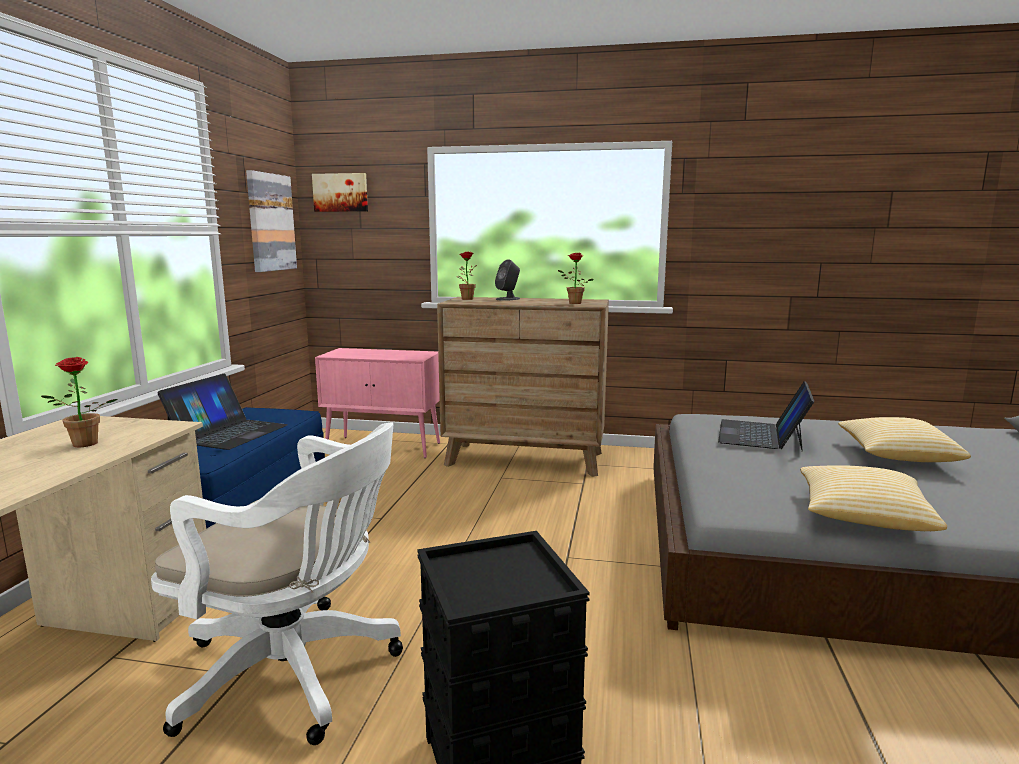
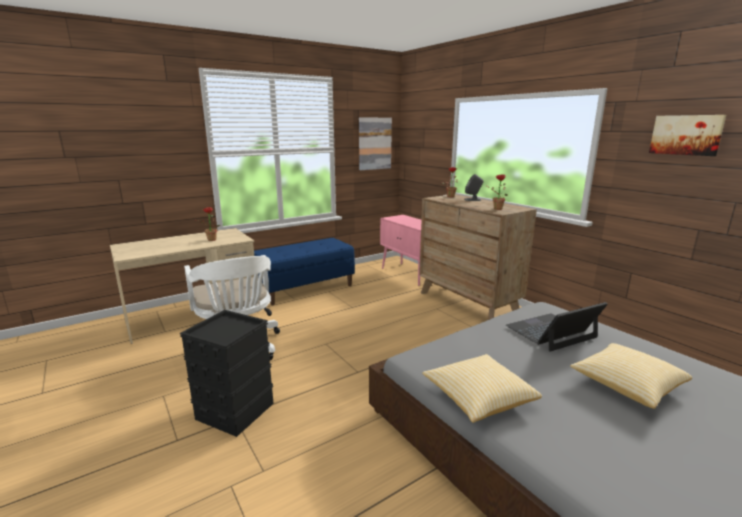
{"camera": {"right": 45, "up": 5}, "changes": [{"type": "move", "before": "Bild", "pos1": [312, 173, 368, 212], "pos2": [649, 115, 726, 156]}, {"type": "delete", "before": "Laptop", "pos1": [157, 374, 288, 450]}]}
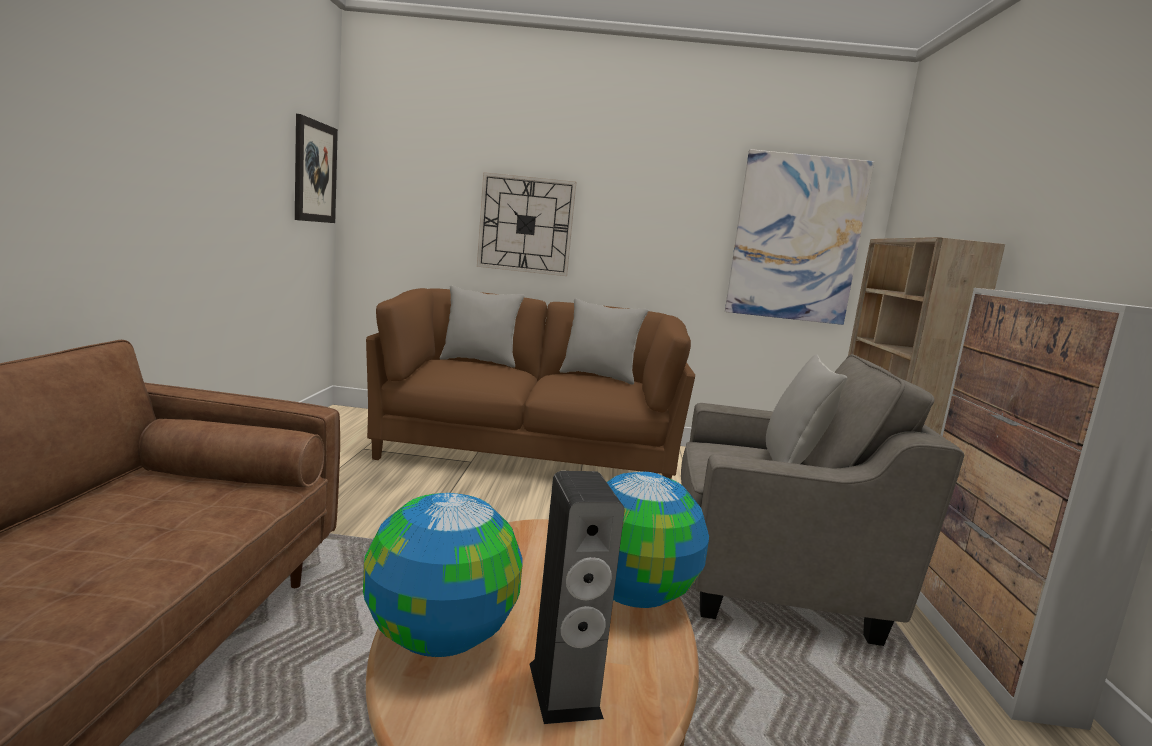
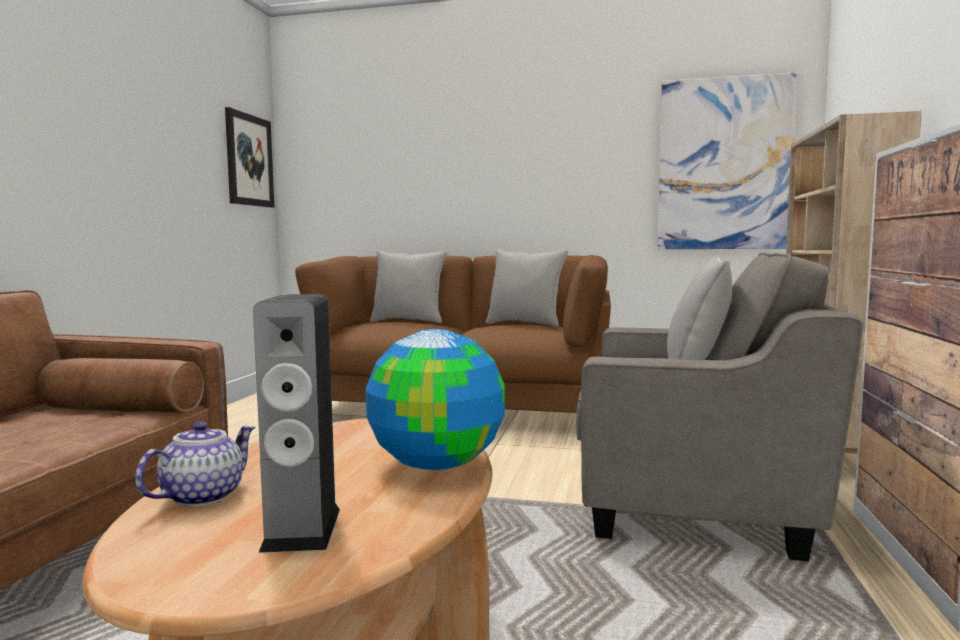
{"camera": {"right": 10, "up": -5}, "changes": [{"type": "delete", "before": "Wanduhr", "pos1": [477, 172, 576, 276]}, {"type": "replace", "before": "Globus", "after": "Teekanne", "pos1": [363, 493, 523, 657], "pos2": [135, 421, 256, 507]}]}
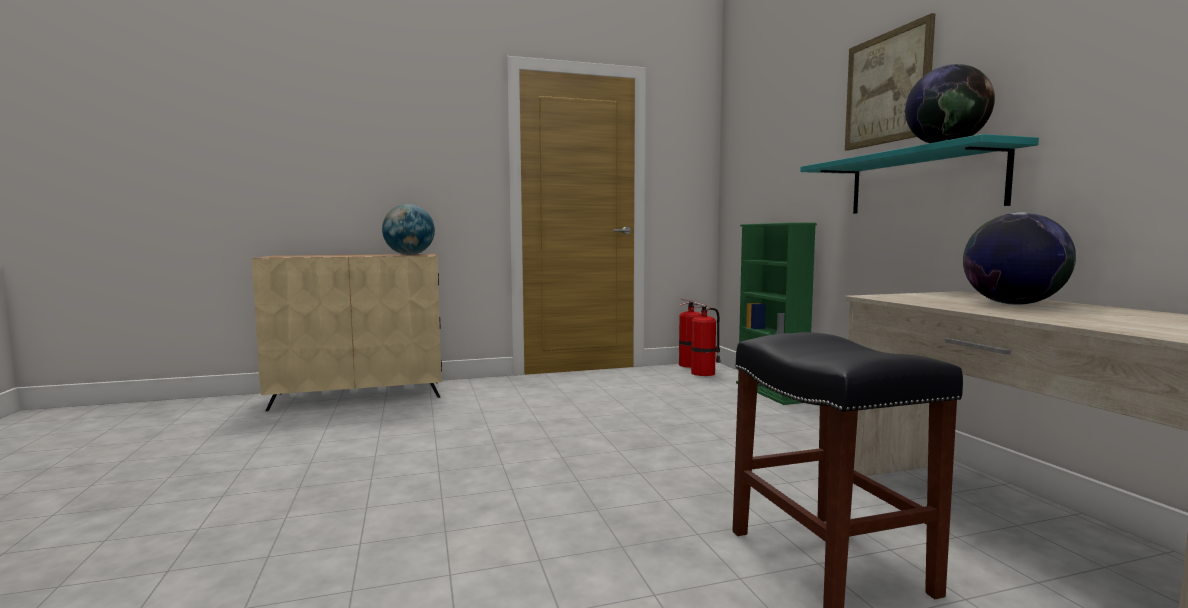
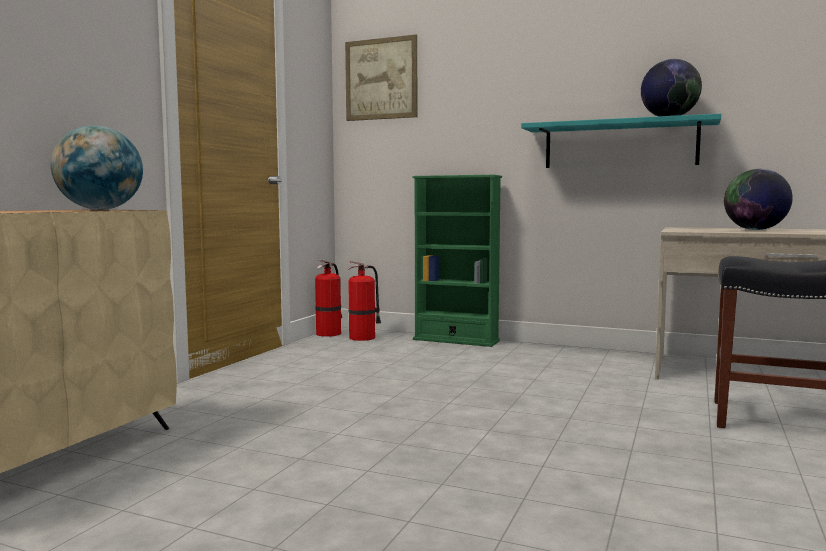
{"camera": {"right": -50, "up": 0}, "changes": [{"type": "move", "before": "Bild", "pos1": [845, 13, 935, 151], "pos2": [345, 35, 417, 121]}]}
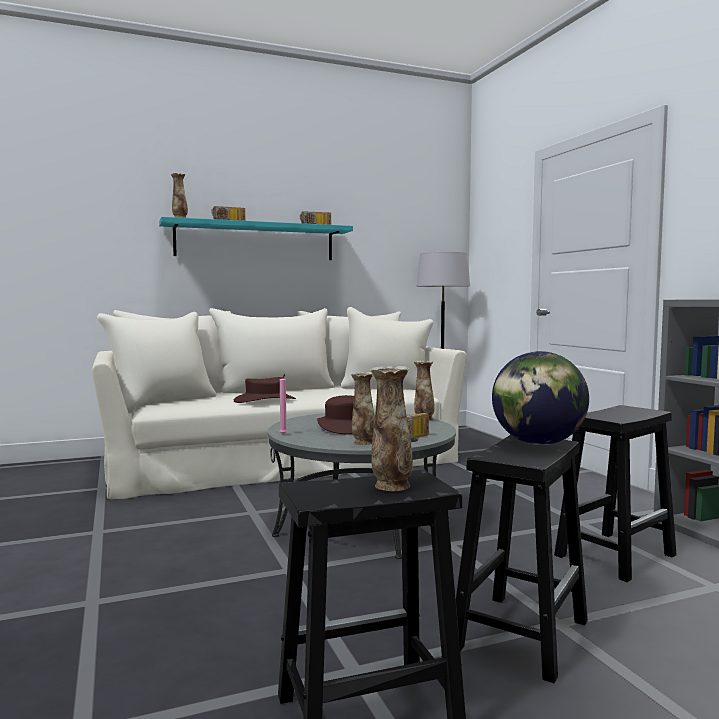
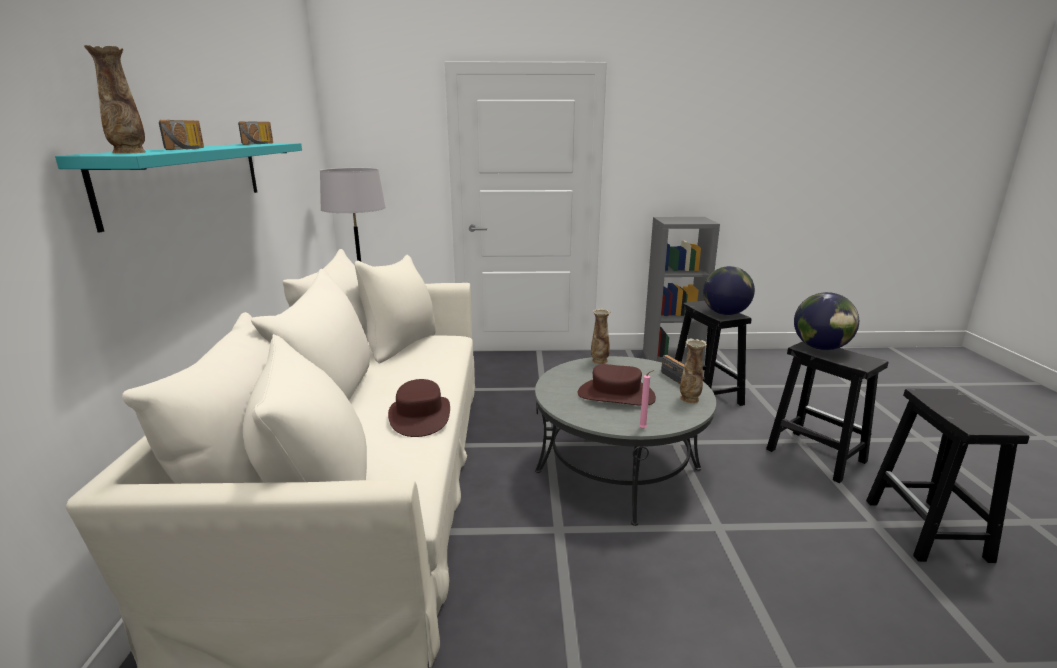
{"camera": {"right": -70, "up": 15}, "changes": [{"type": "delete", "before": "Vase", "pos1": [370, 366, 413, 491]}, {"type": "insert", "after": "Globus", "pos2": [703, 266, 755, 315]}]}
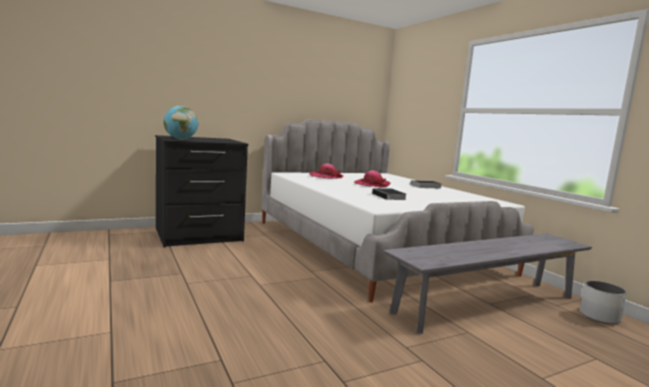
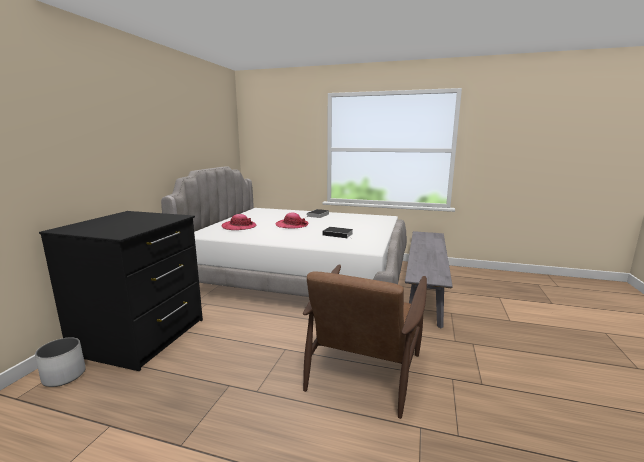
{"camera": {"right": -45, "up": 5}, "changes": [{"type": "delete", "before": "Globus", "pos1": [163, 106, 199, 140]}, {"type": "move", "before": "Pflanzkübel [weiß]", "pos1": [580, 281, 627, 325], "pos2": [35, 337, 86, 387]}, {"type": "insert", "after": "Sessel [braun]", "pos2": [303, 264, 427, 419]}]}
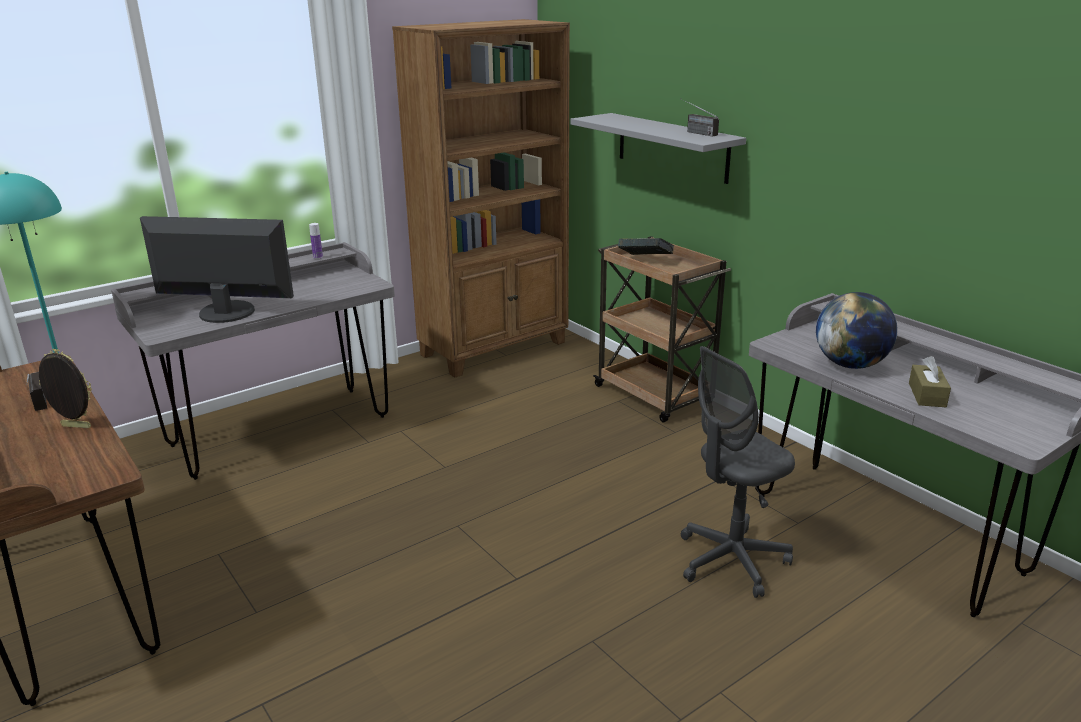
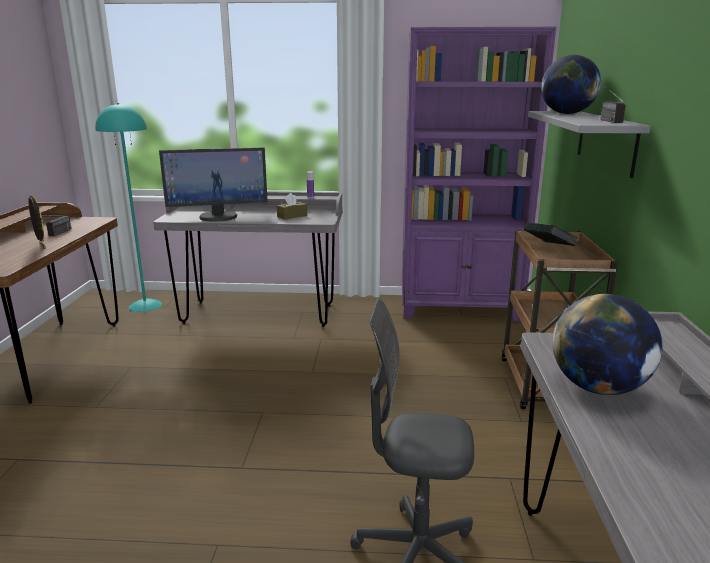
{"camera": {"right": 40, "up": -5}, "changes": [{"type": "recolor", "before": "Bücherregal [braun]", "after": "Bücherregal [lila]", "pos1": [392, 19, 570, 378], "pos2": [402, 27, 556, 321]}, {"type": "rotate", "before": "Monitor", "pos1": [140, 216, 294, 323], "pos2": [159, 147, 268, 222], "turn": 120}, {"type": "move", "before": "Taschentuchbox [braun]", "pos1": [909, 356, 951, 407], "pos2": [277, 193, 307, 220]}, {"type": "insert", "after": "Globus", "pos2": [541, 55, 601, 114]}]}
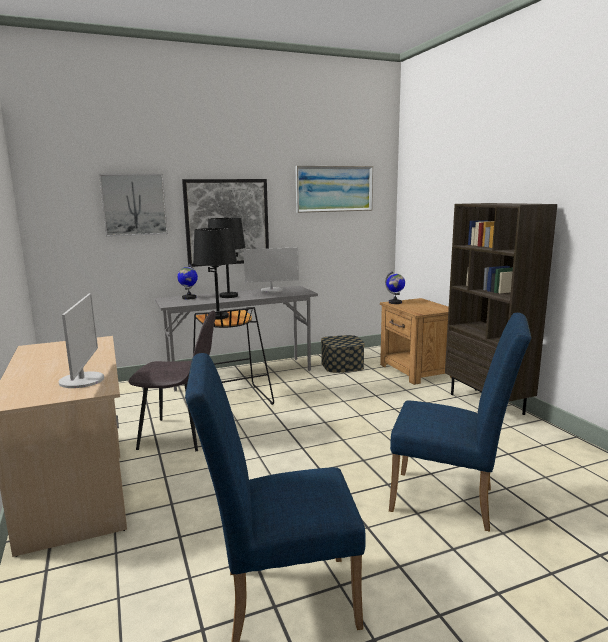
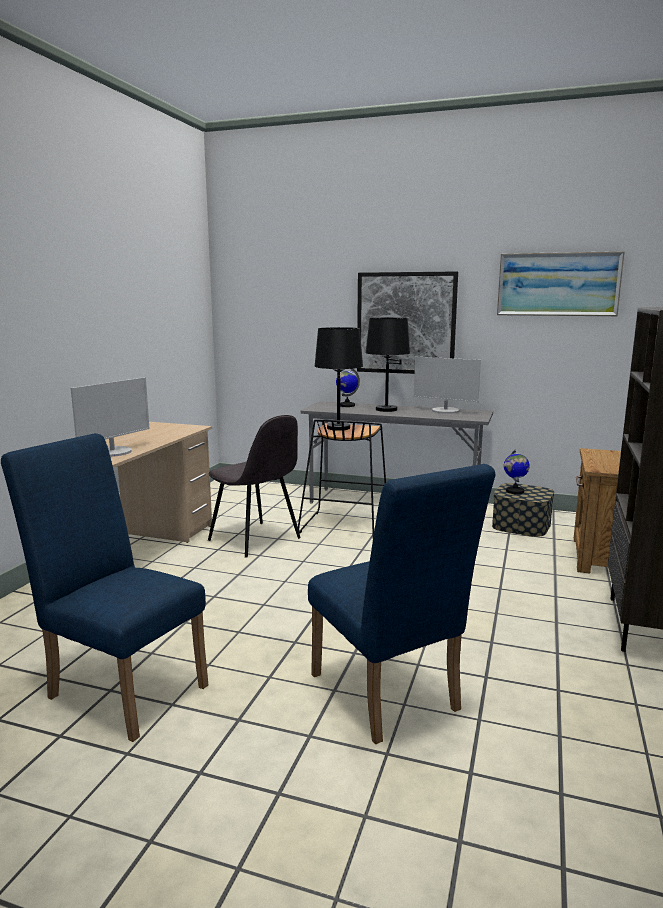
{"camera": {"right": 40, "up": 0}, "changes": [{"type": "delete", "before": "Bild", "pos1": [99, 174, 168, 237]}, {"type": "move", "before": "Globus", "pos1": [385, 271, 405, 304], "pos2": [504, 449, 530, 494]}]}
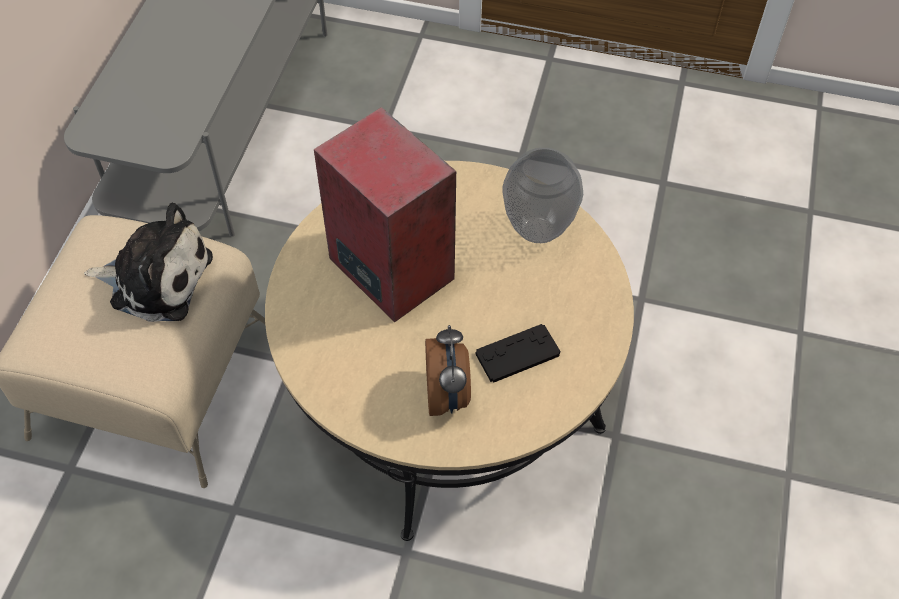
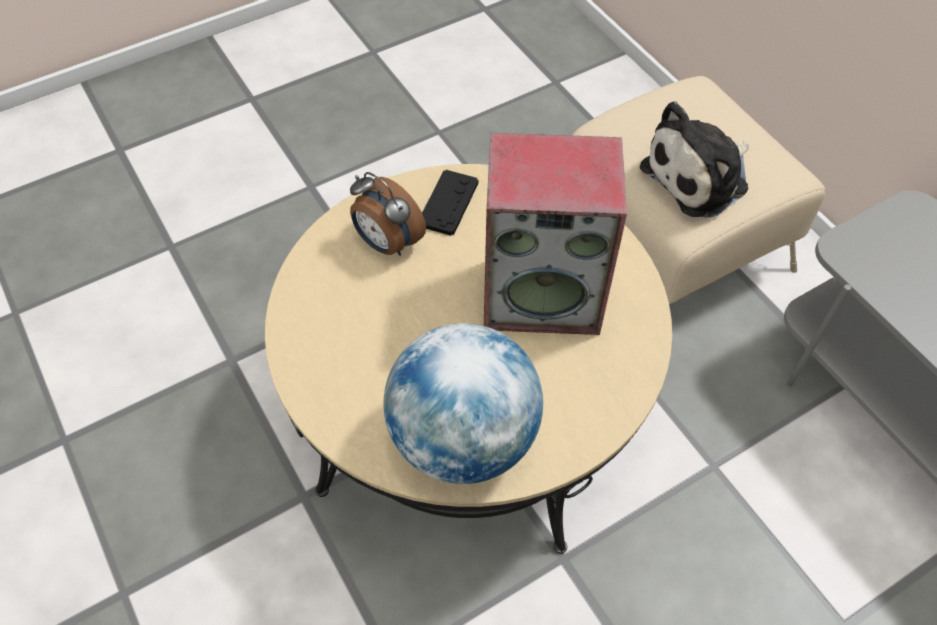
{"camera": {"right": 135, "up": 0}, "changes": [{"type": "replace", "before": "Vase", "after": "Globus", "pos1": [503, 148, 583, 243], "pos2": [384, 323, 543, 484]}, {"type": "move", "before": "Gamepad [schwarz]", "pos1": [475, 324, 560, 383], "pos2": [422, 170, 478, 236]}]}
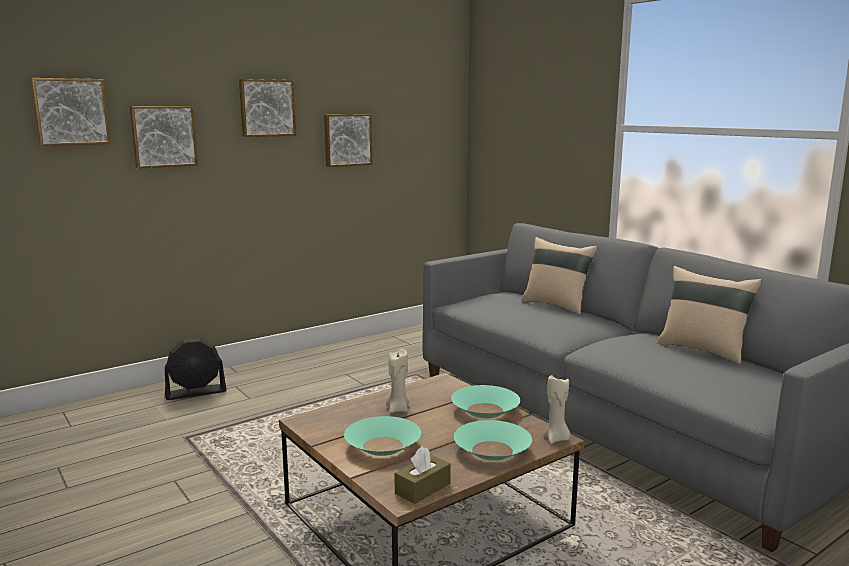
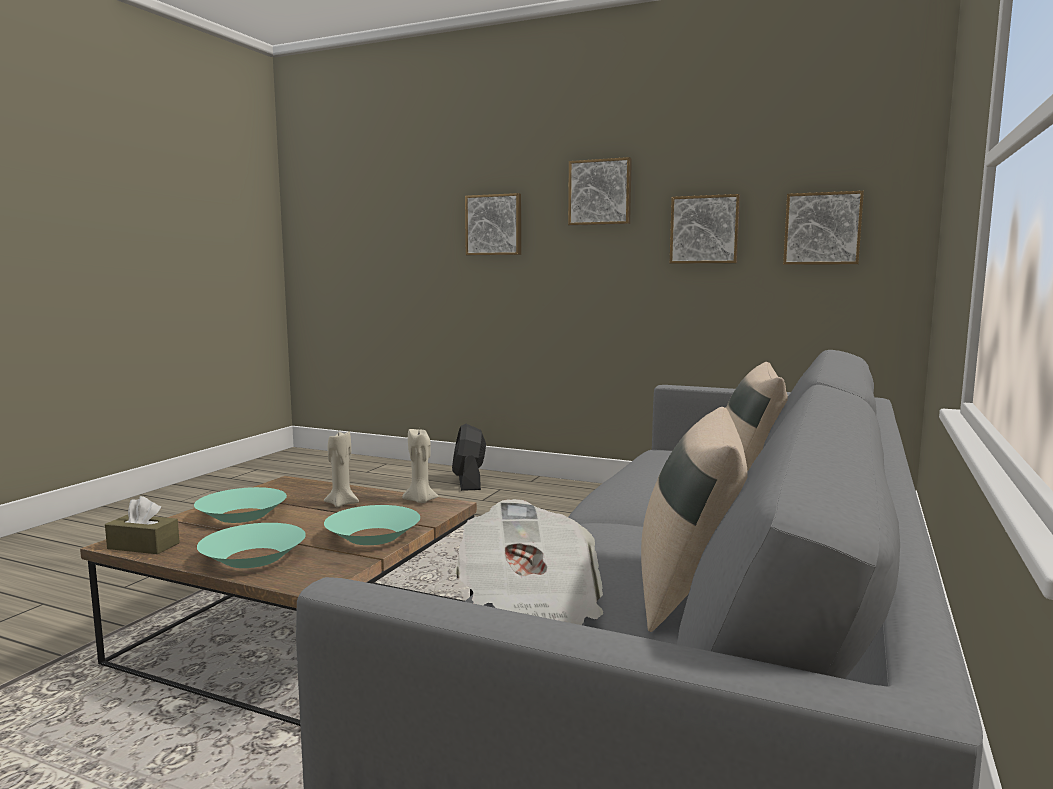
{"camera": {"right": 60, "up": -5}, "changes": [{"type": "move", "before": "Bild", "pos1": [31, 78, 111, 146], "pos2": [783, 191, 864, 265]}, {"type": "rotate", "before": "Ventilator [schwarz]", "pos1": [165, 338, 227, 400], "pos2": [452, 424, 486, 491], "turn": 45}, {"type": "move", "before": "Kerze [beige]", "pos1": [544, 375, 570, 444], "pos2": [402, 429, 439, 503]}, {"type": "insert", "after": "Zeitung", "pos2": [455, 499, 603, 625]}]}
